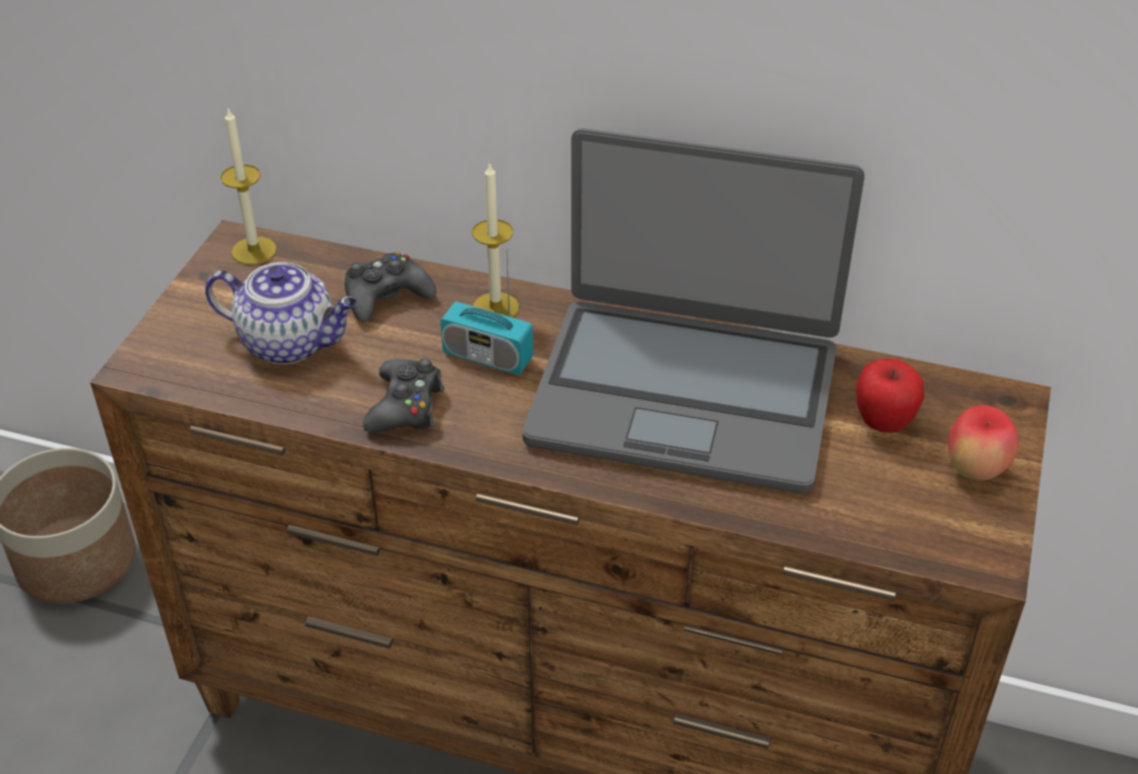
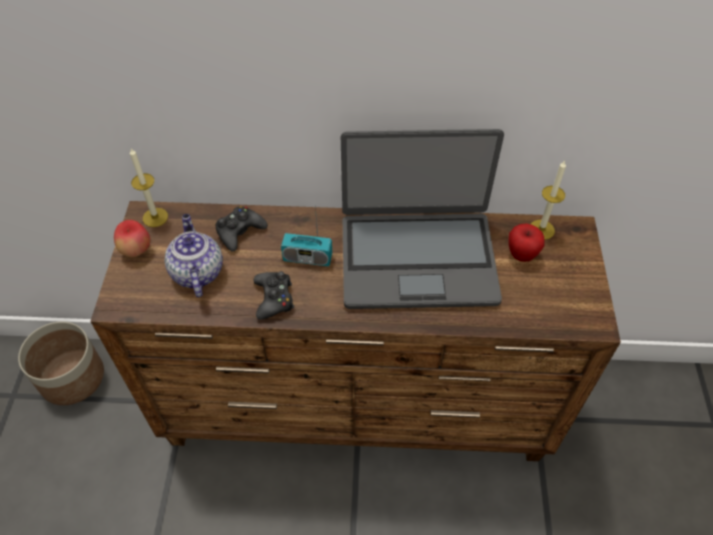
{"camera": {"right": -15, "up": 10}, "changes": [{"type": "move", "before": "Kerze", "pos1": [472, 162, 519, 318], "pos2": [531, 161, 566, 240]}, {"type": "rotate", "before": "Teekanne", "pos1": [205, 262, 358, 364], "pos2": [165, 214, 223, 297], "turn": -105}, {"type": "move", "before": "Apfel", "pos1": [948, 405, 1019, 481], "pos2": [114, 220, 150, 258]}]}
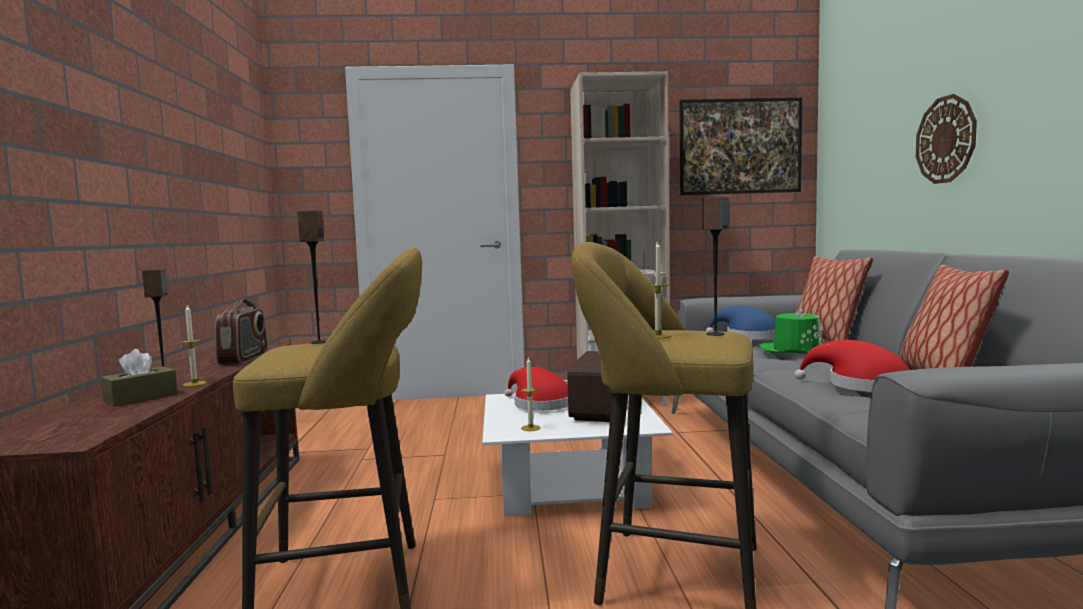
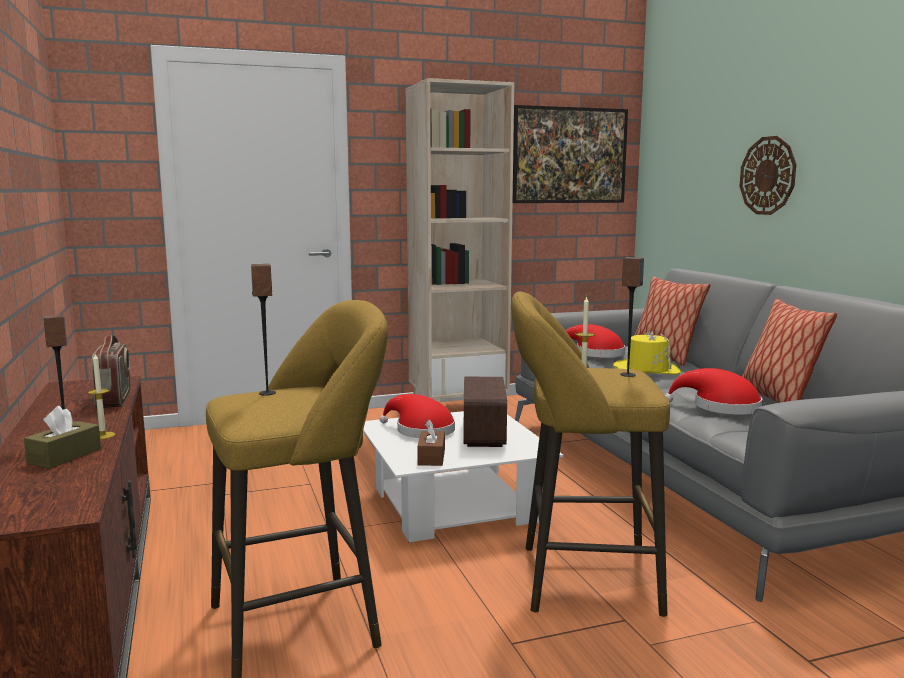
{"camera": {"right": -15, "up": 5}, "changes": [{"type": "recolor", "before": "Hut [blau]", "after": "Hut [rot]", "pos1": [706, 306, 775, 339], "pos2": [565, 324, 625, 358]}, {"type": "recolor", "before": "Hut [grün]", "after": "Hut [gelb]", "pos1": [758, 308, 824, 353], "pos2": [613, 330, 681, 375]}, {"type": "replace", "before": "Kerze", "after": "Taschentuchbox [braun]", "pos1": [521, 356, 541, 431], "pos2": [417, 420, 445, 466]}]}
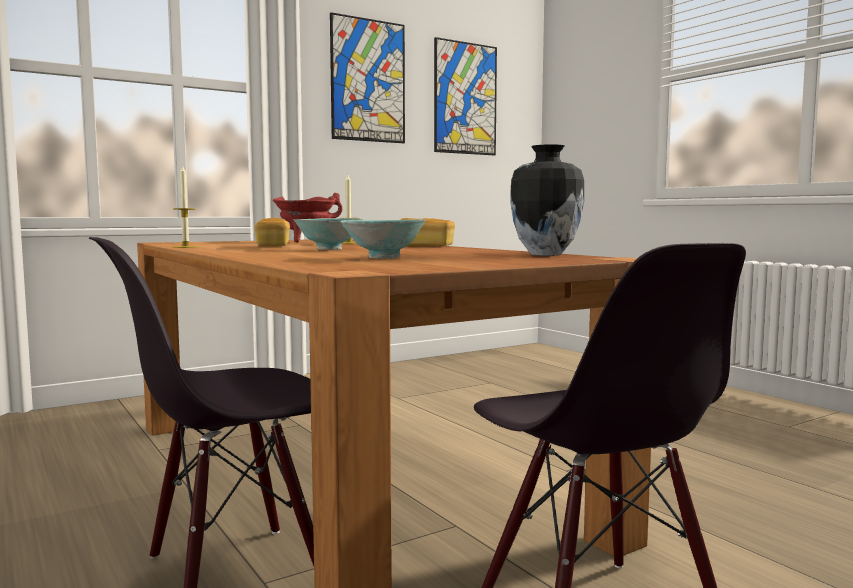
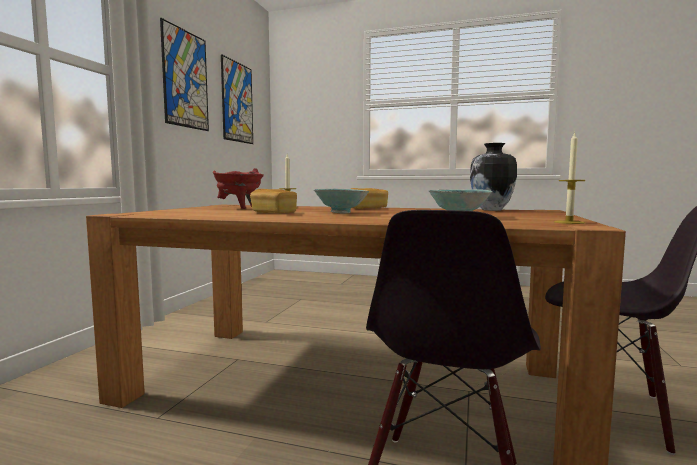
{"camera": {"right": -40, "up": 0}, "changes": [{"type": "move", "before": "Kerze", "pos1": [173, 166, 199, 248], "pos2": [554, 133, 585, 224]}]}
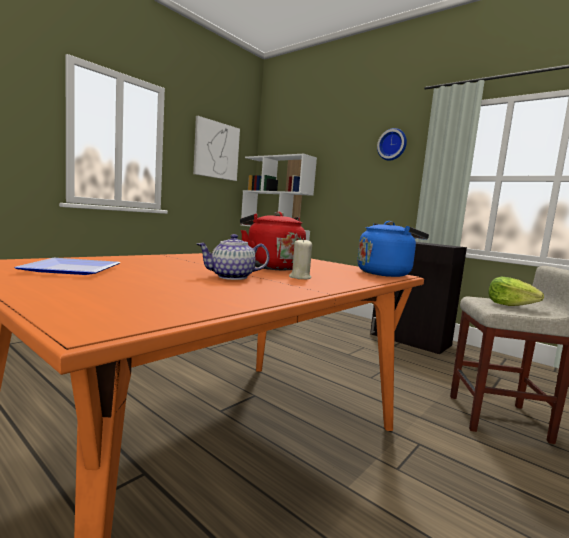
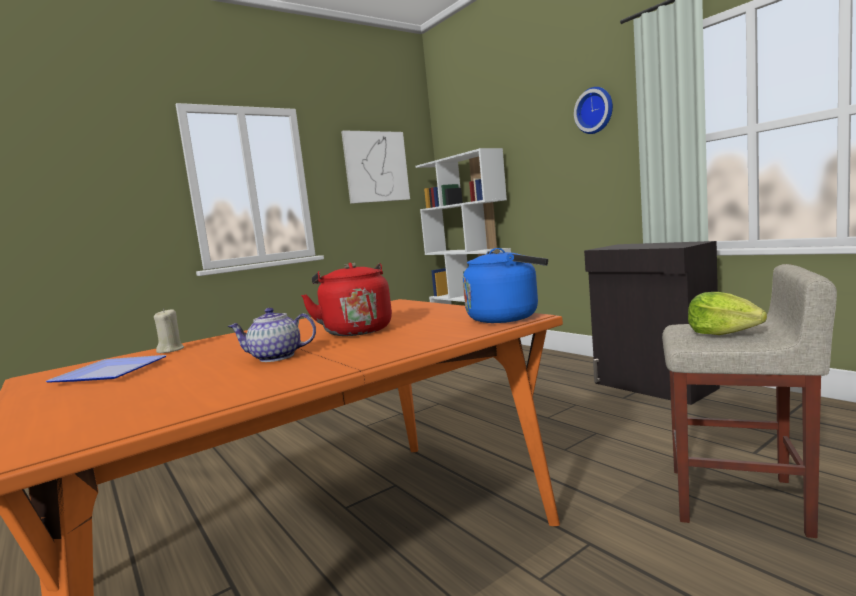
{"camera": {"right": 15, "up": 0}, "changes": [{"type": "move", "before": "Kerze [beige]", "pos1": [289, 238, 312, 279], "pos2": [154, 309, 184, 353]}]}
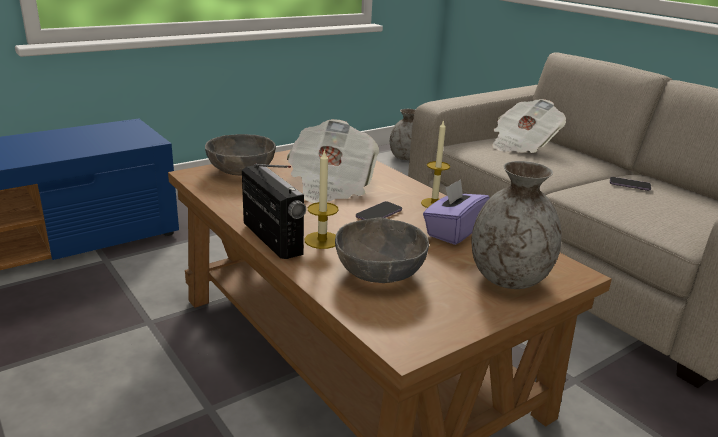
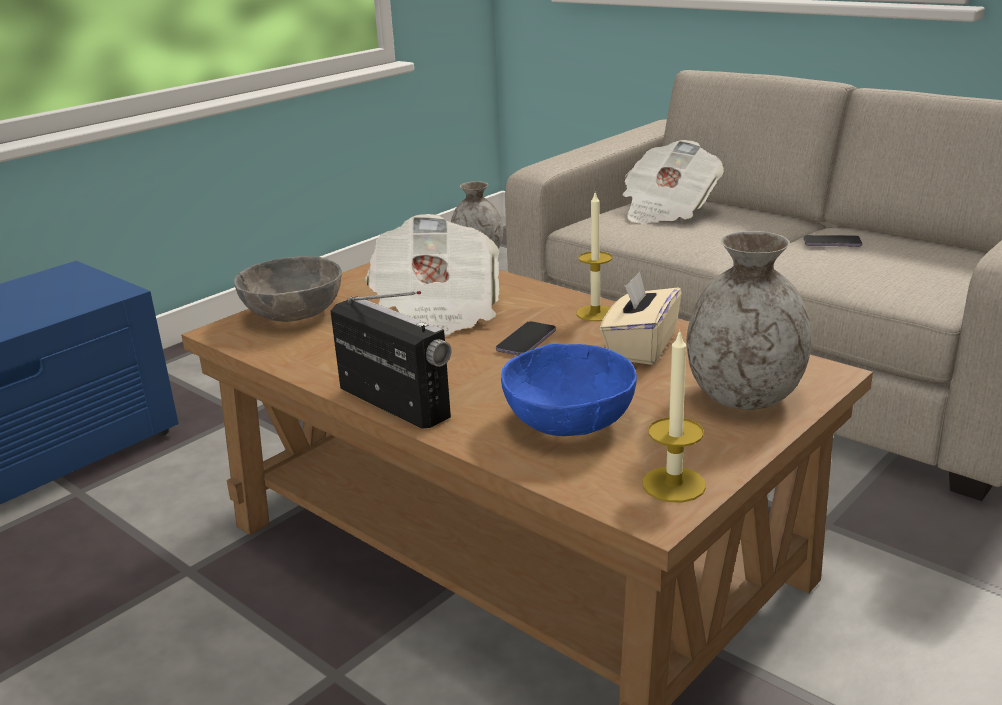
{"camera": {"right": -10, "up": 0}, "changes": [{"type": "move", "before": "Kerze", "pos1": [305, 149, 338, 249], "pos2": [642, 329, 706, 502]}, {"type": "recolor", "before": "Taschentuchbox [lila]", "after": "Taschentuchbox [beige]", "pos1": [423, 179, 489, 245], "pos2": [600, 271, 682, 365]}, {"type": "recolor", "before": "Schüssel [grau]", "after": "Schüssel [blau]", "pos1": [335, 217, 429, 283], "pos2": [501, 344, 637, 436]}]}
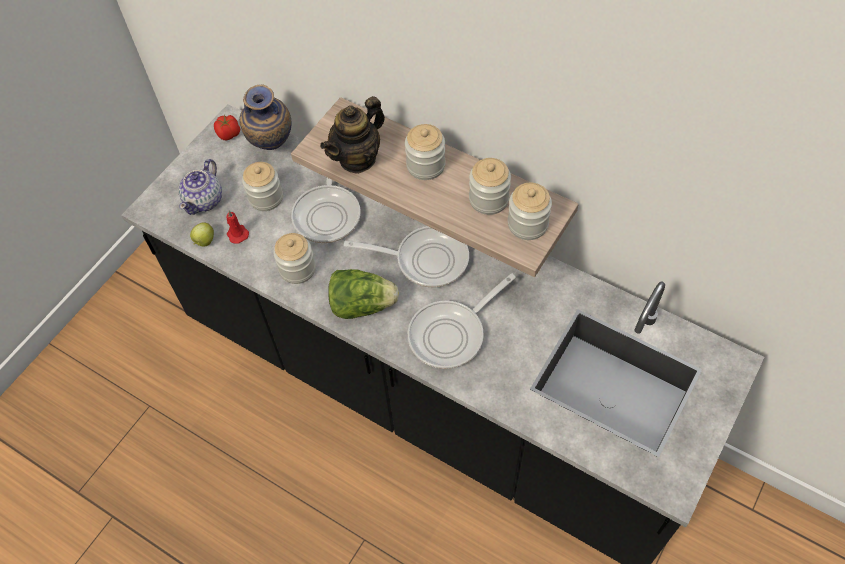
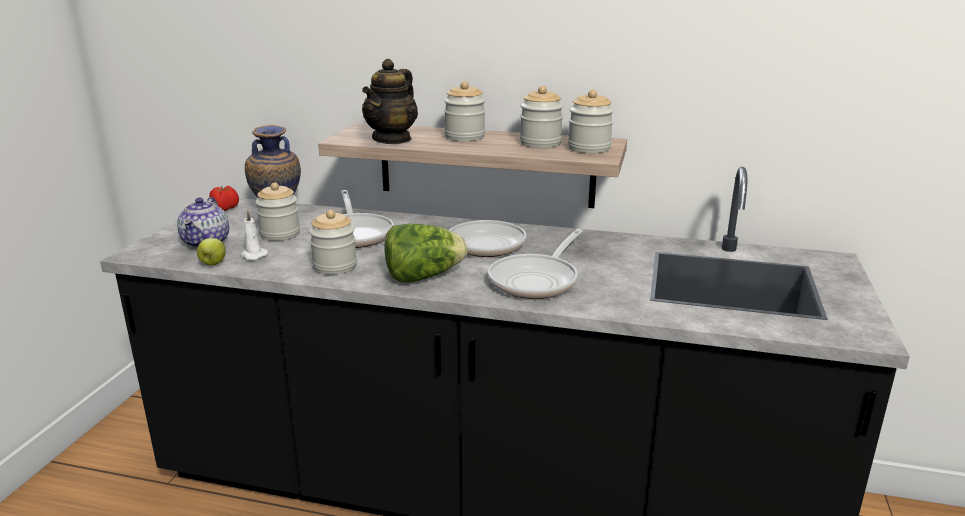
{"camera": {"right": -20, "up": -35}, "changes": [{"type": "recolor", "before": "Kerze [rot]", "after": "Kerze [weiß]", "pos1": [226, 211, 249, 244], "pos2": [240, 210, 268, 260]}]}
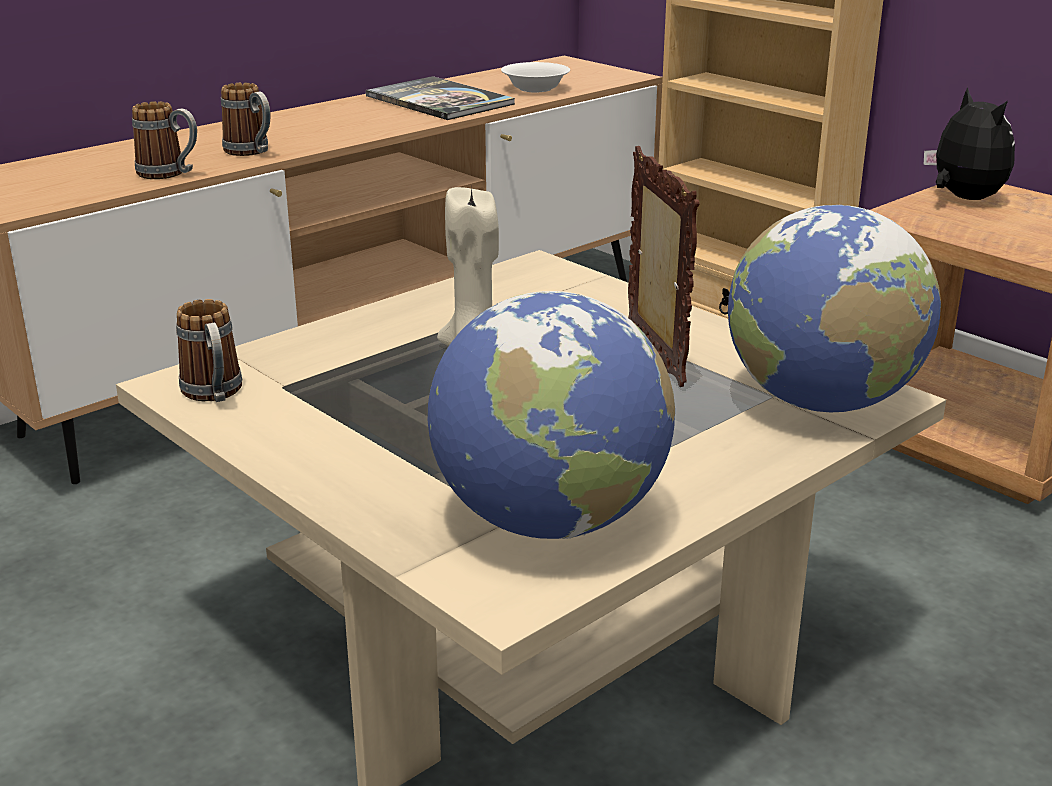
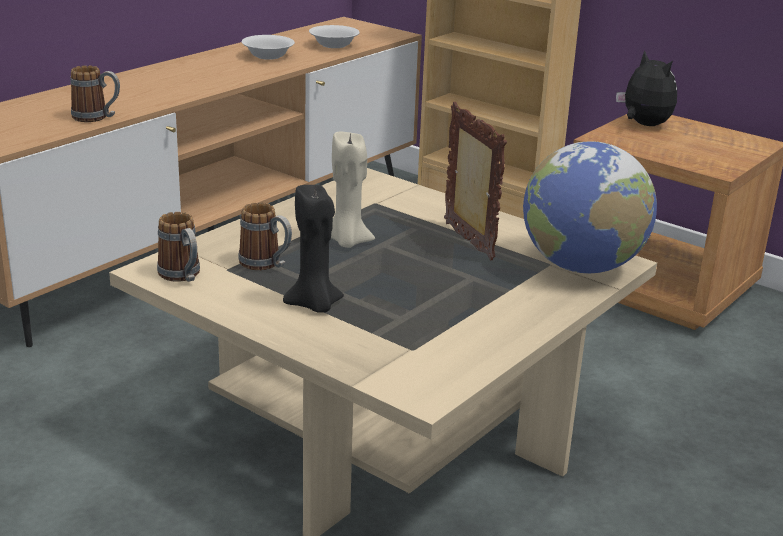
{"camera": {"right": -10, "up": 0}, "changes": [{"type": "replace", "before": "Buch", "after": "Schüssel [weiß]", "pos1": [366, 76, 515, 120], "pos2": [242, 35, 295, 60]}, {"type": "move", "before": "Henkelbecher", "pos1": [221, 83, 270, 156], "pos2": [238, 202, 292, 270]}, {"type": "delete", "before": "Globus", "pos1": [428, 291, 675, 539]}, {"type": "insert", "after": "Kerze [schwarz]", "pos2": [283, 183, 344, 313]}]}
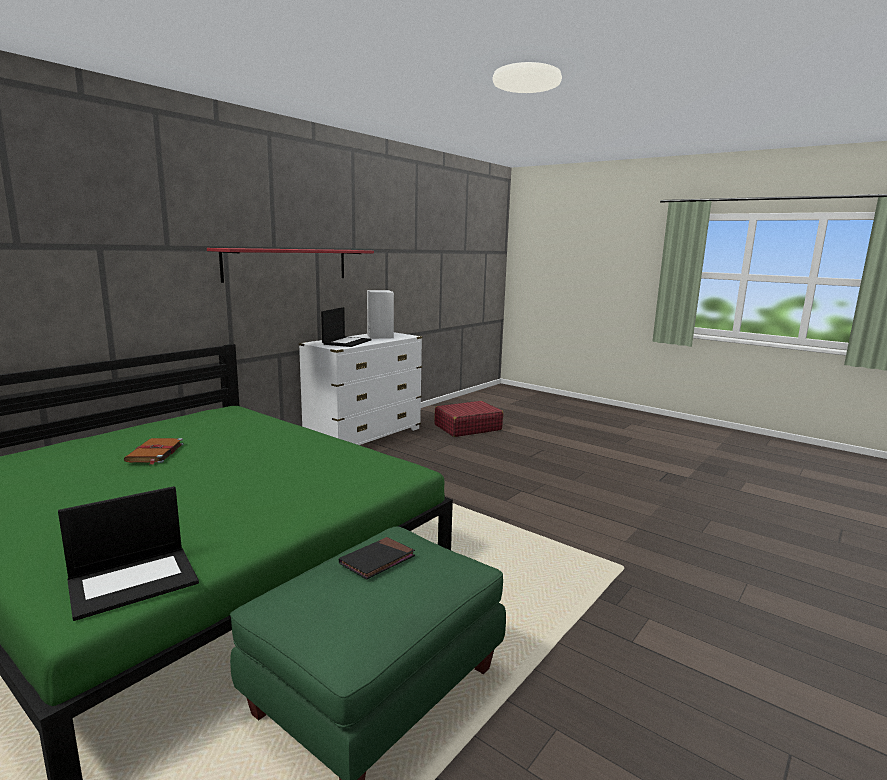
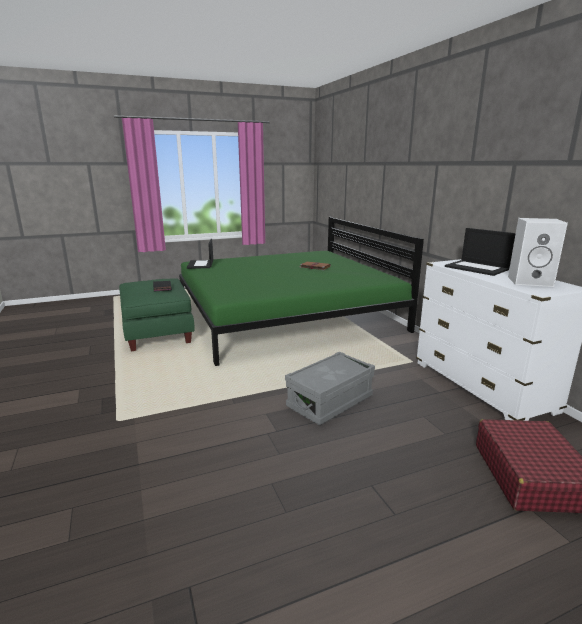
{"camera": {"right": 120, "up": 5}, "changes": [{"type": "delete", "before": "Wandregal [rot]", "pos1": [207, 248, 374, 283]}, {"type": "insert", "after": "Aufbewahrungsbox [grau]", "pos2": [285, 352, 375, 425]}]}
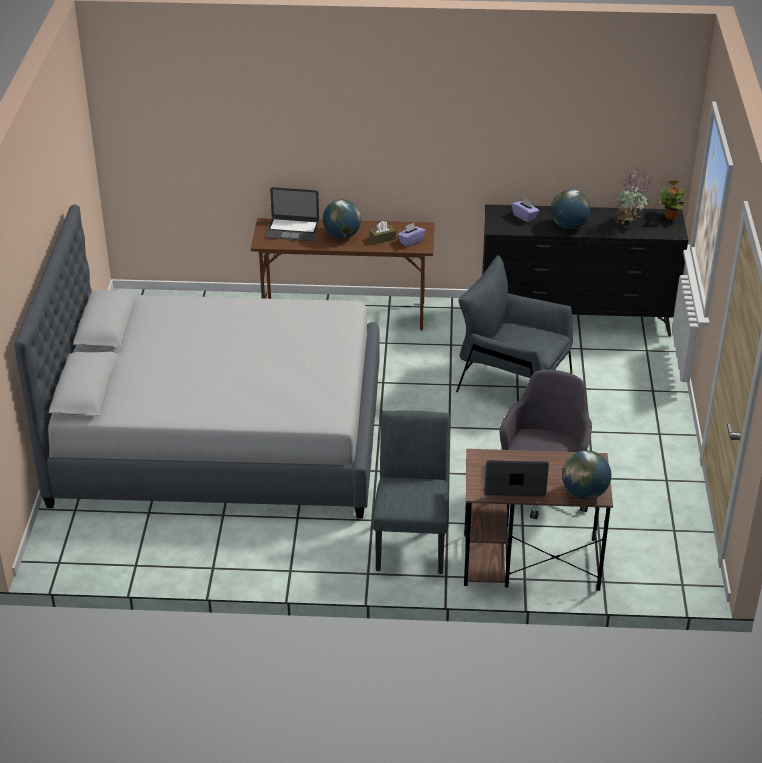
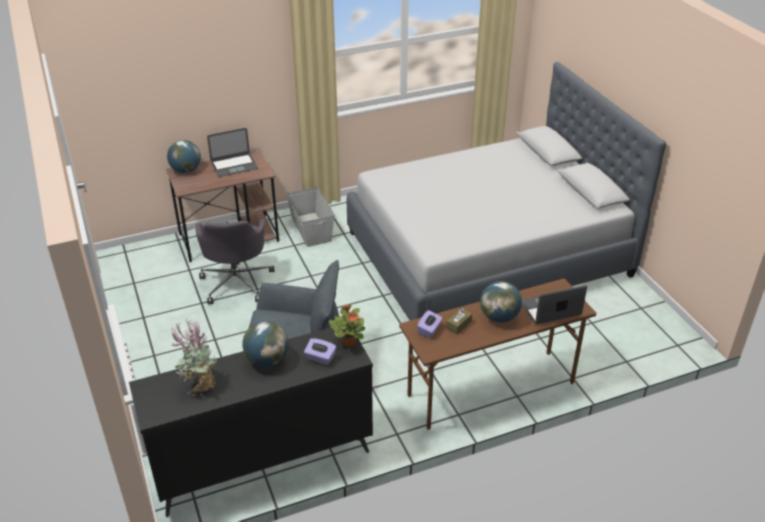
{"camera": {"right": 155, "up": 0}, "changes": [{"type": "move", "before": "Topfpflanze", "pos1": [658, 180, 690, 220], "pos2": [329, 305, 365, 347]}, {"type": "replace", "before": "Stuhl [grau]", "after": "Aufbewahrungsbox [grau]", "pos1": [372, 410, 450, 574], "pos2": [286, 187, 334, 247]}]}
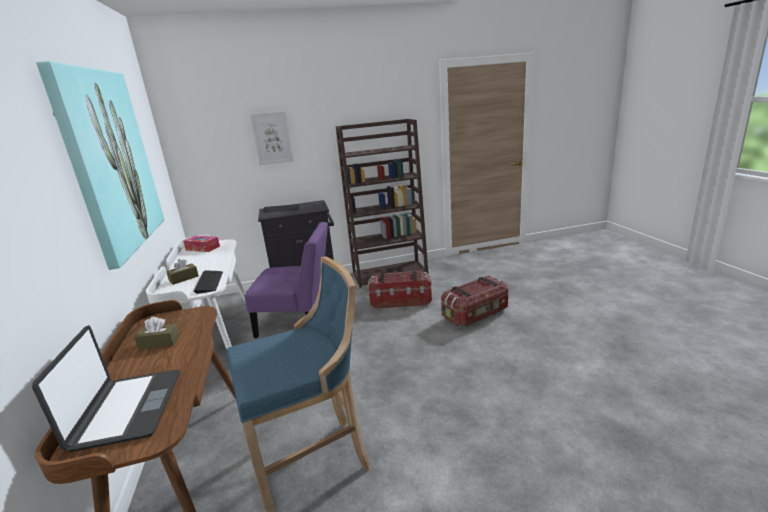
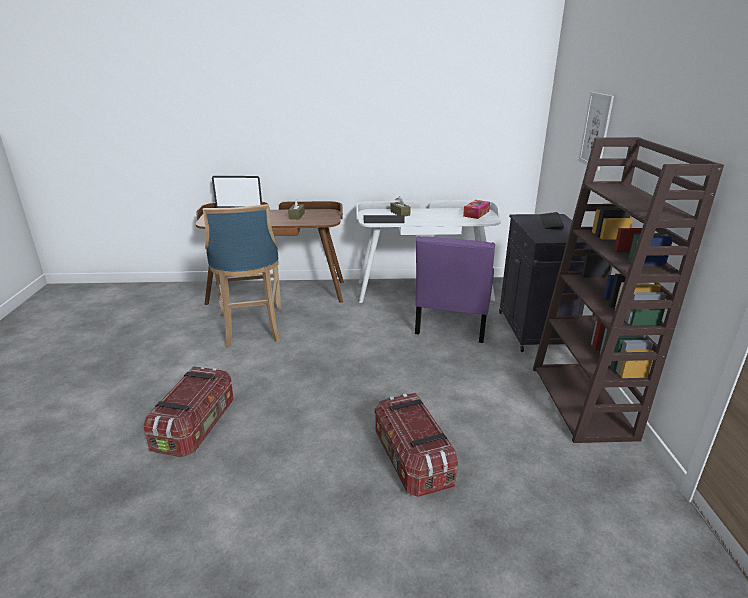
{"camera": {"right": 100, "up": 5}, "changes": [{"type": "delete", "before": "Bild", "pos1": [36, 61, 165, 270]}, {"type": "move", "before": "Aufbewahrungsbox", "pos1": [368, 271, 432, 309], "pos2": [143, 366, 234, 457]}]}
